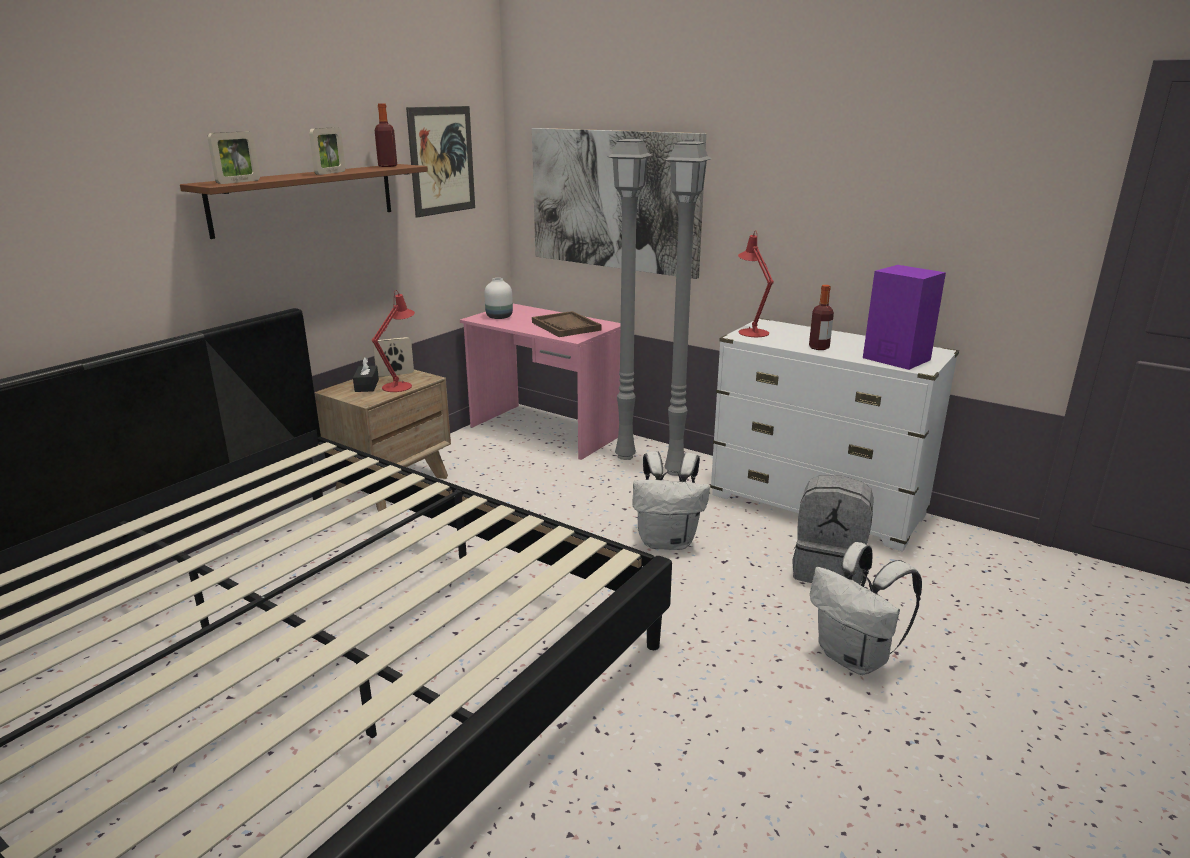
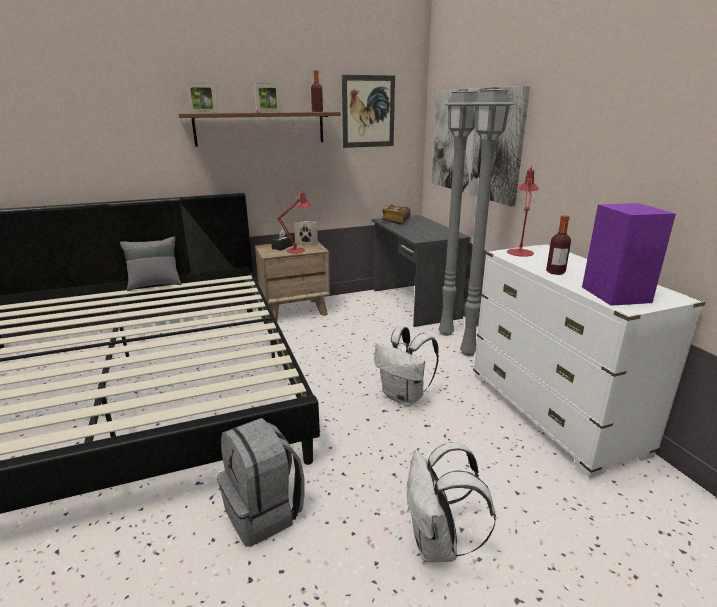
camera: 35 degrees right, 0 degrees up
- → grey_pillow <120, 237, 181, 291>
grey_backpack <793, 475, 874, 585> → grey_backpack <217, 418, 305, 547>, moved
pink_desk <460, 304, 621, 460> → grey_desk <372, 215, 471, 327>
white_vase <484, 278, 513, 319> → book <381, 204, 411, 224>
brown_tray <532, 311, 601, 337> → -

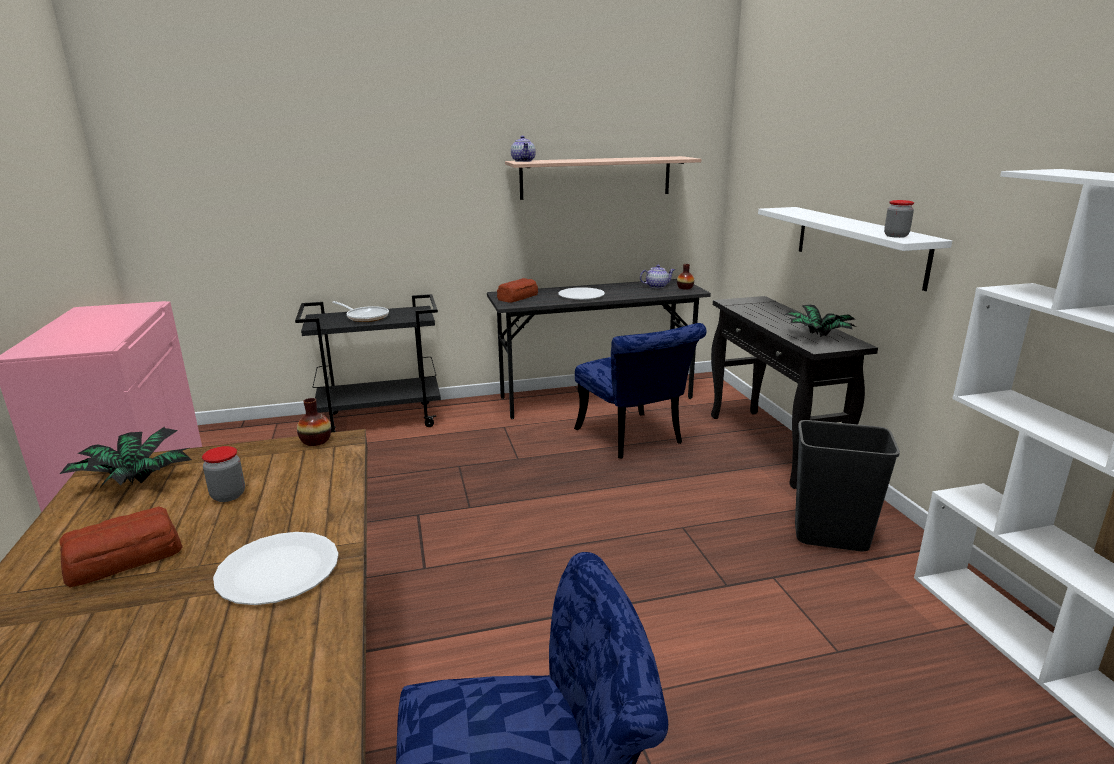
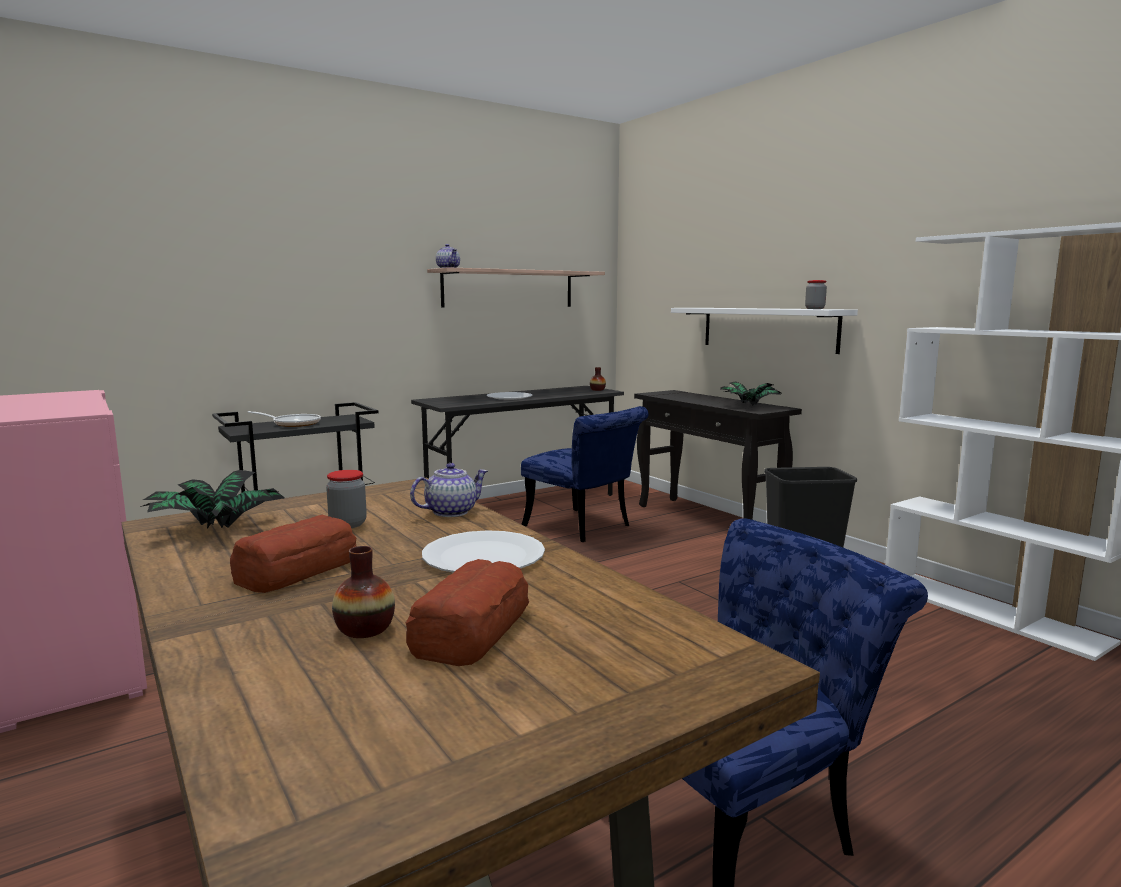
camera: 20 degrees left, 10 degrees down
vase <297, 398, 331, 446> → vase <332, 546, 395, 638>, moved
bread <497, 278, 538, 302> → bread <406, 559, 529, 666>, moved
teapot <640, 265, 675, 288> → teapot <410, 463, 488, 517>, moved

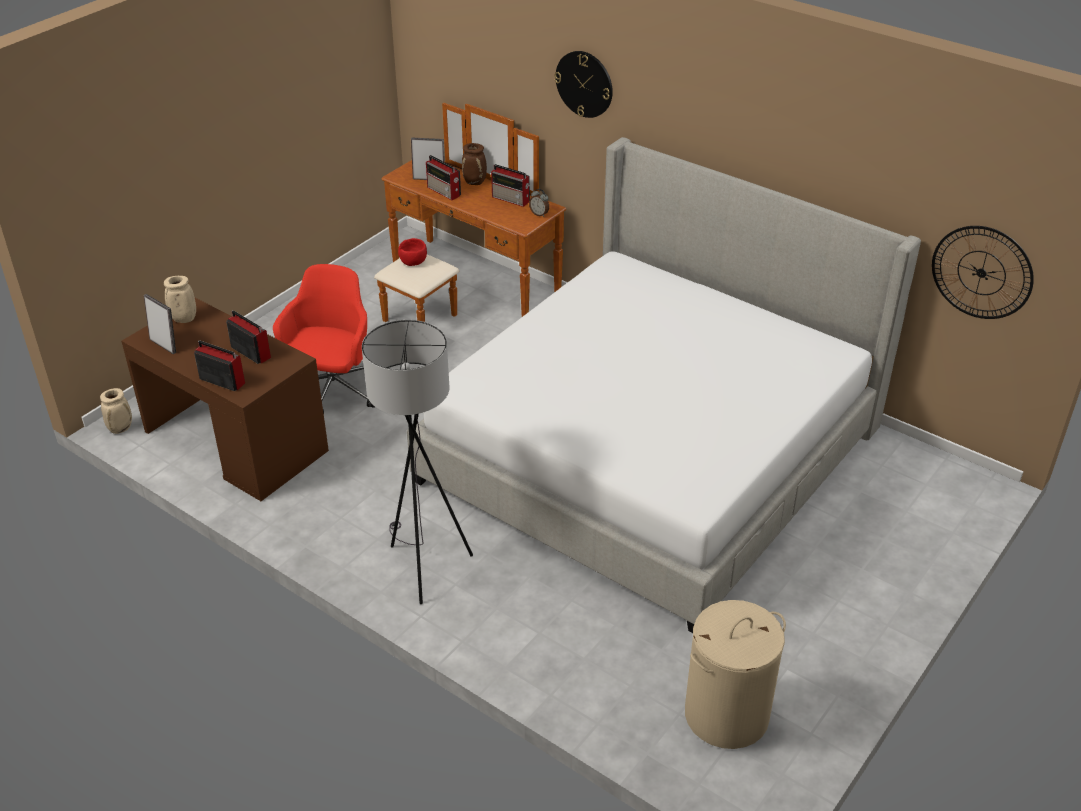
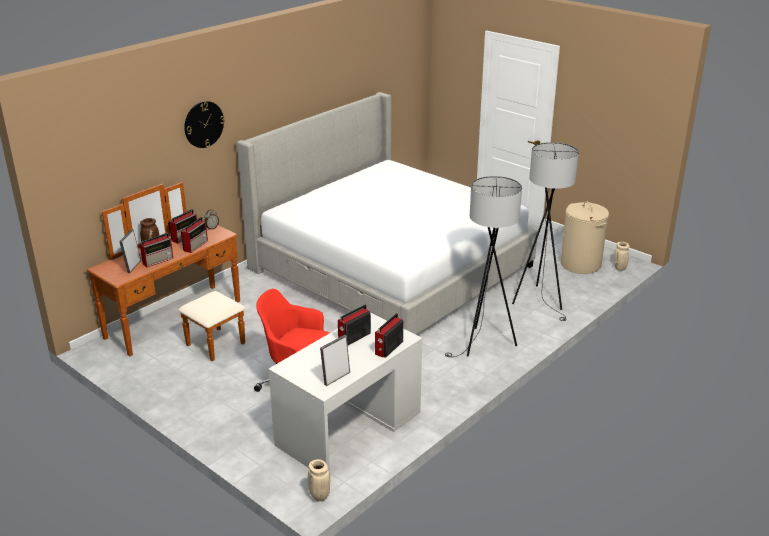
camera: 85 degrees left, 10 degrees down
- → radio <181, 217, 208, 253>
brown_desk <121, 298, 329, 501> → white_desk <268, 313, 422, 473>
- → grey_floor_lamp <512, 142, 579, 321>
beige_vase <164, 276, 196, 323> → beige_vase <614, 242, 630, 271>, moved
red_bowl <398, 238, 427, 266> → -
wall_clock <932, 226, 1034, 319> → -

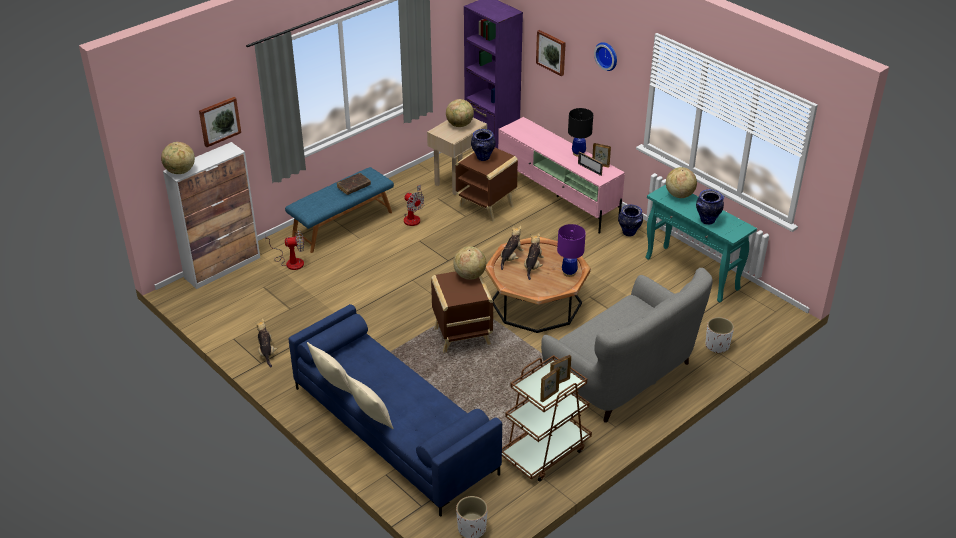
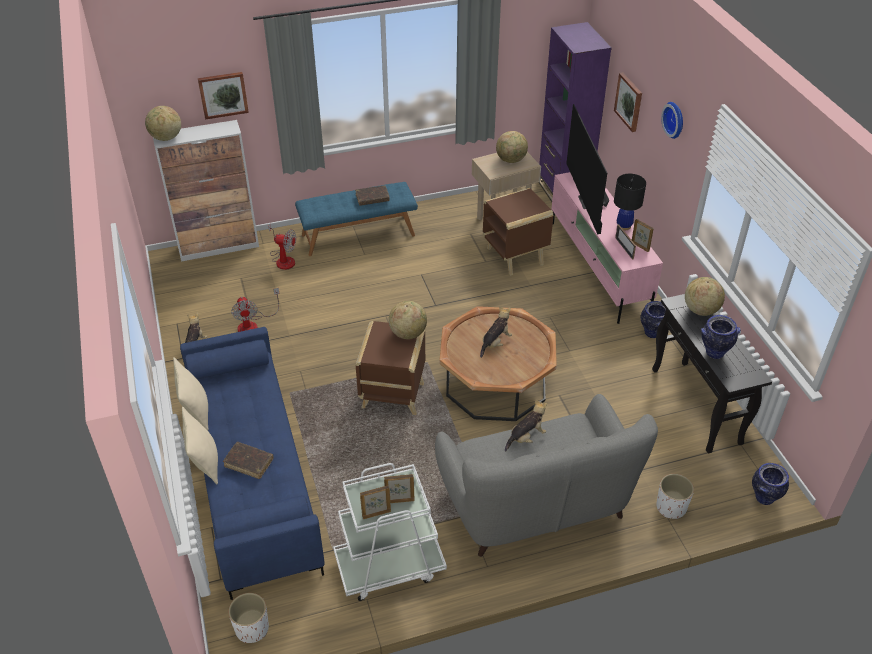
camera: 25 degrees right, 5 degrees up
- → brown_book <223, 442, 274, 479>
fan <404, 184, 424, 226> → fan <231, 288, 279, 332>, moved
brown_cart <502, 355, 592, 482> → white_cart <333, 463, 447, 601>
plush_toy <501, 226, 524, 270> → plush_toy <505, 399, 548, 452>, moved
- → television <566, 104, 609, 235>
turquoise_console_table <645, 185, 757, 302> → black_console_table <652, 294, 772, 454>
vase <471, 129, 496, 161> → vase <752, 463, 789, 505>, moved
purple_table_lamp <557, 224, 586, 277> → -

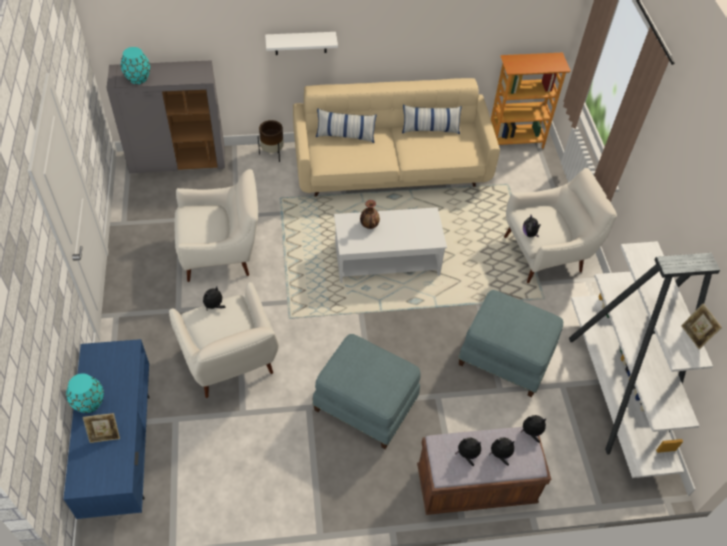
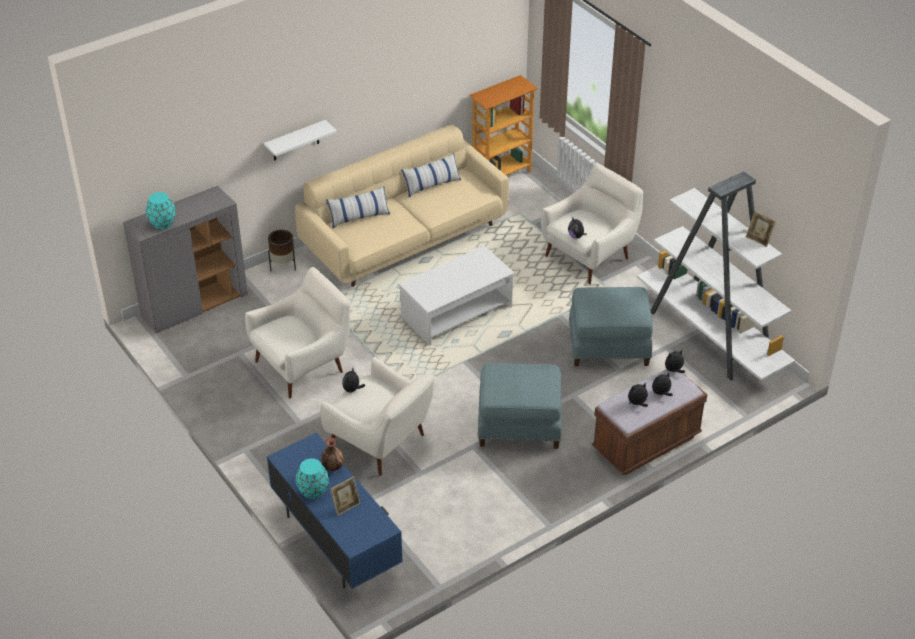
camera: 25 degrees left, 10 degrees down
vase <360, 200, 380, 229> → vase <321, 438, 344, 471>, moved

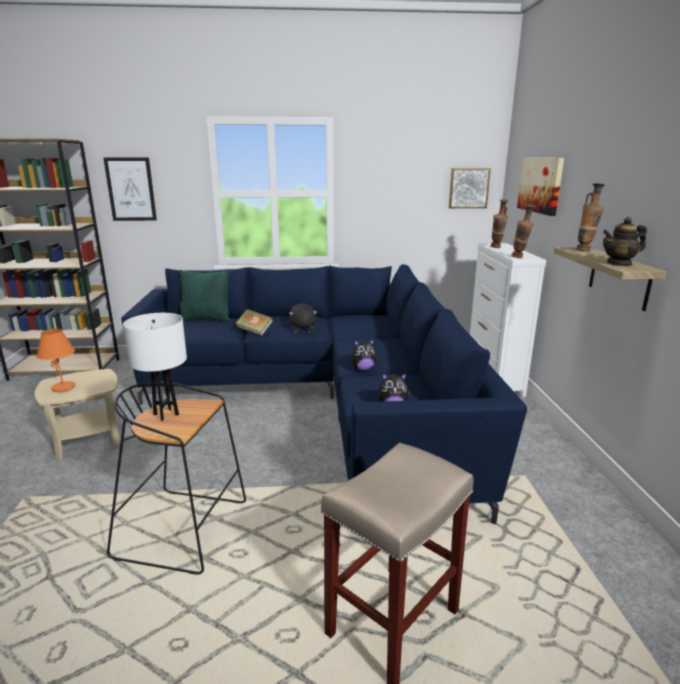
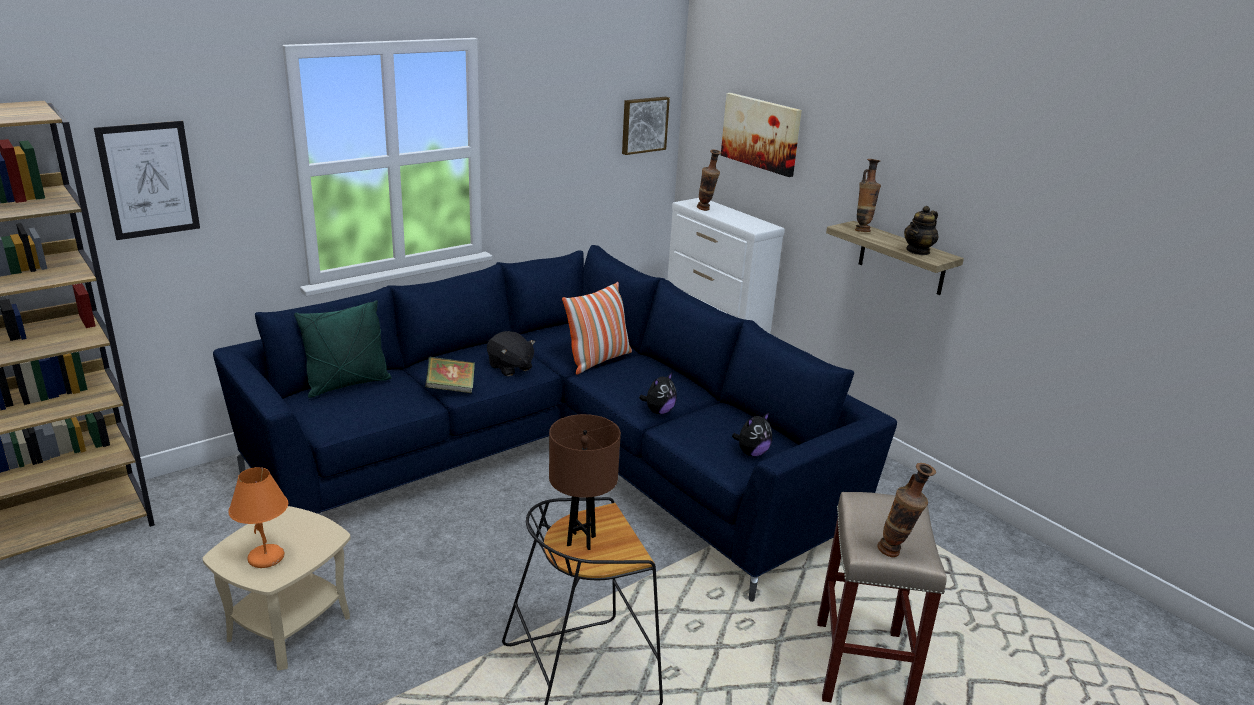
camera: 35 degrees left, 5 degrees up
white_table_lamp <123, 313, 187, 421> → brown_table_lamp <549, 414, 621, 550>
- → pillow <562, 282, 632, 374>
vase <512, 204, 536, 258> → vase <878, 463, 936, 557>, moved

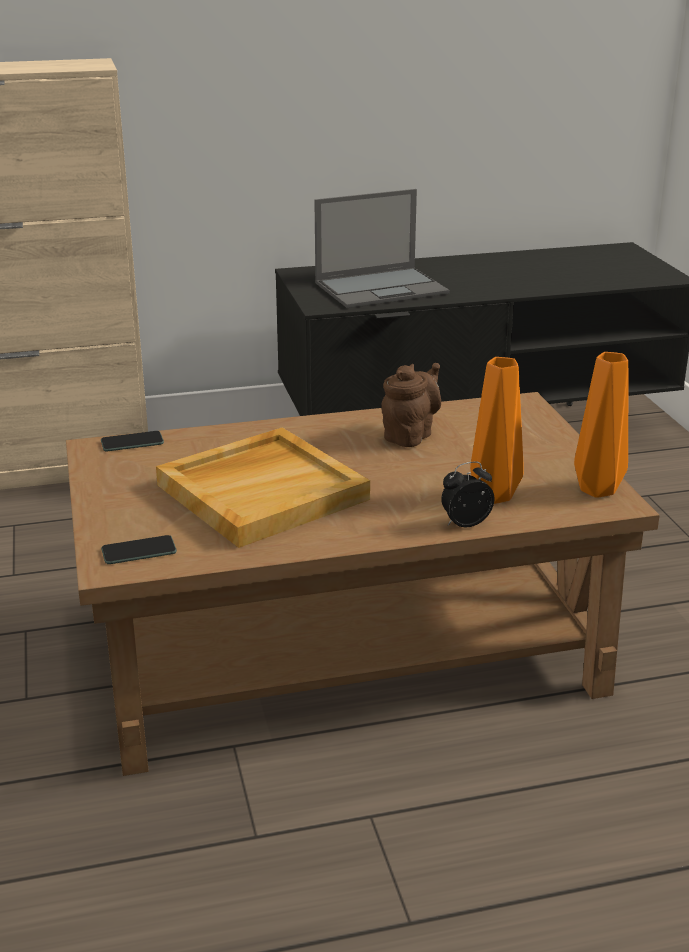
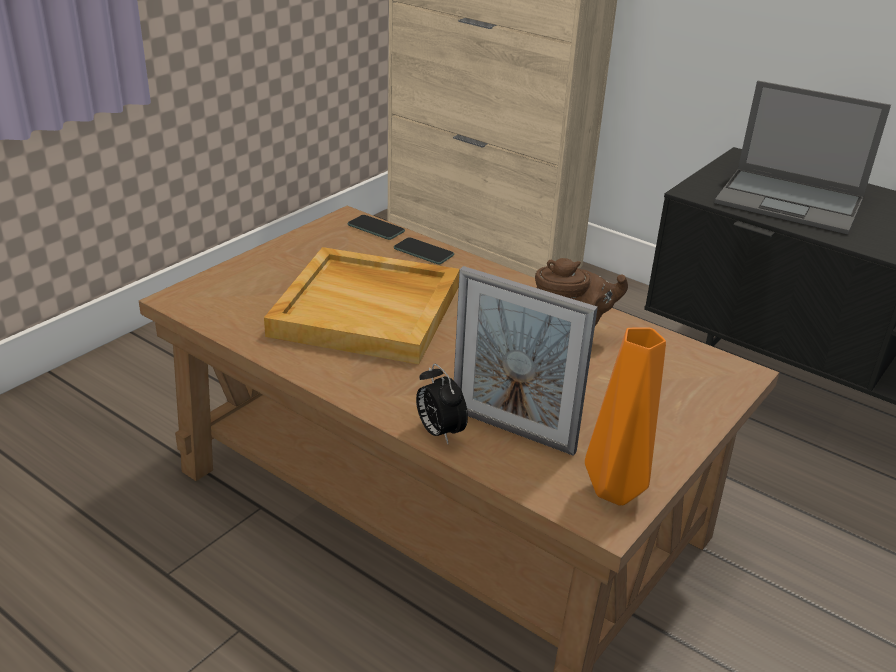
camera: 50 degrees right, 5 degrees up
phone <101, 535, 177, 564> → phone <394, 237, 454, 264>, moved
alarm_clock <441, 461, 494, 527> → alarm_clock <416, 364, 468, 444>, 150 degrees counterclockwise
orange_vase <470, 357, 524, 504> → picture_frame <454, 266, 598, 456>

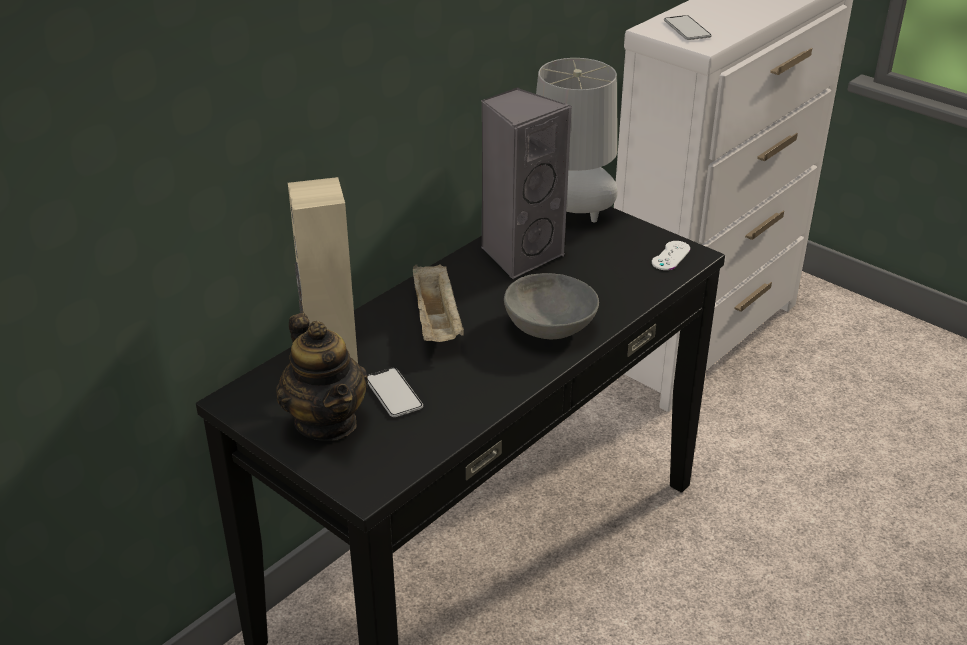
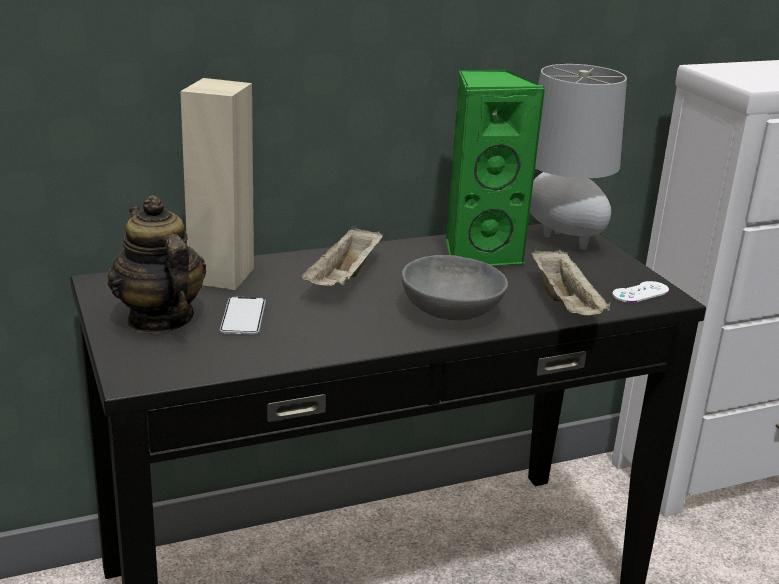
camera: 25 degrees right, 10 degrees down
teapot <276, 313, 368, 441> → teapot <107, 195, 206, 333>, 150 degrees clockwise
grey_speaker <481, 87, 572, 280> → green_speaker <446, 69, 546, 266>
- → beige_tray <531, 248, 611, 315>
phone <664, 15, 712, 40> → -

